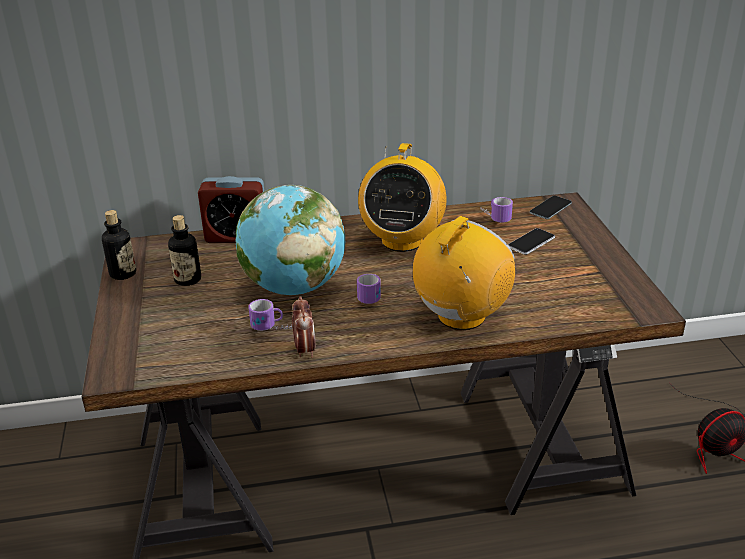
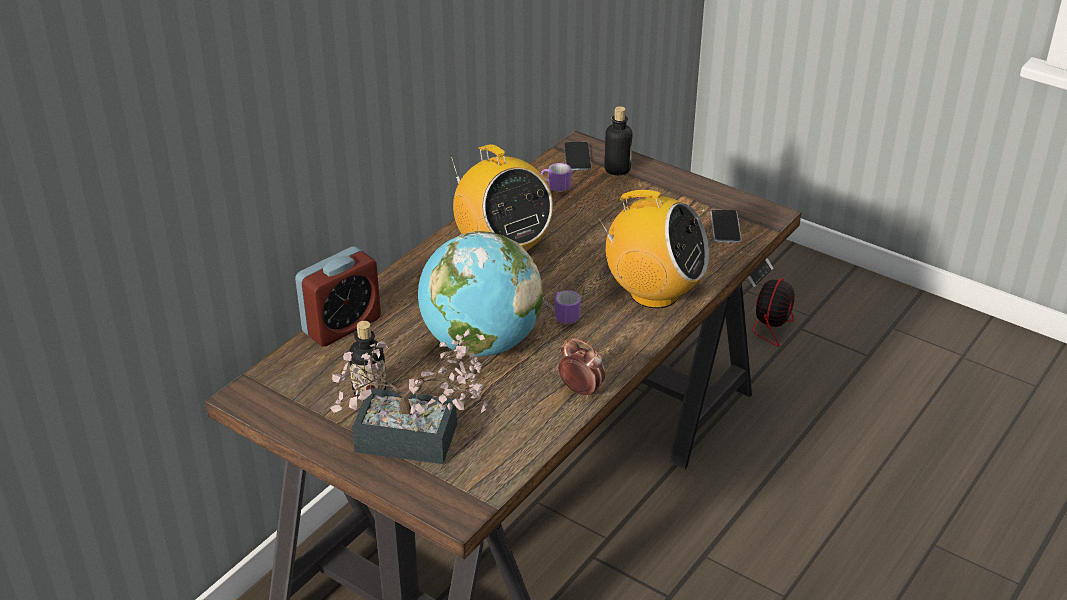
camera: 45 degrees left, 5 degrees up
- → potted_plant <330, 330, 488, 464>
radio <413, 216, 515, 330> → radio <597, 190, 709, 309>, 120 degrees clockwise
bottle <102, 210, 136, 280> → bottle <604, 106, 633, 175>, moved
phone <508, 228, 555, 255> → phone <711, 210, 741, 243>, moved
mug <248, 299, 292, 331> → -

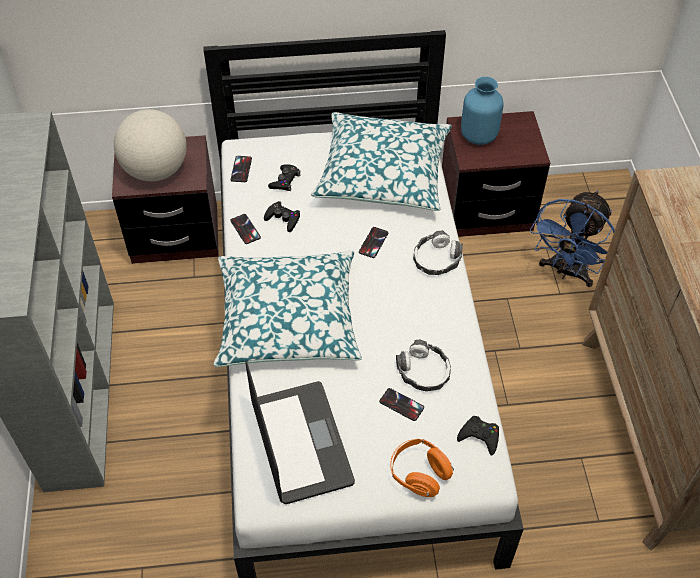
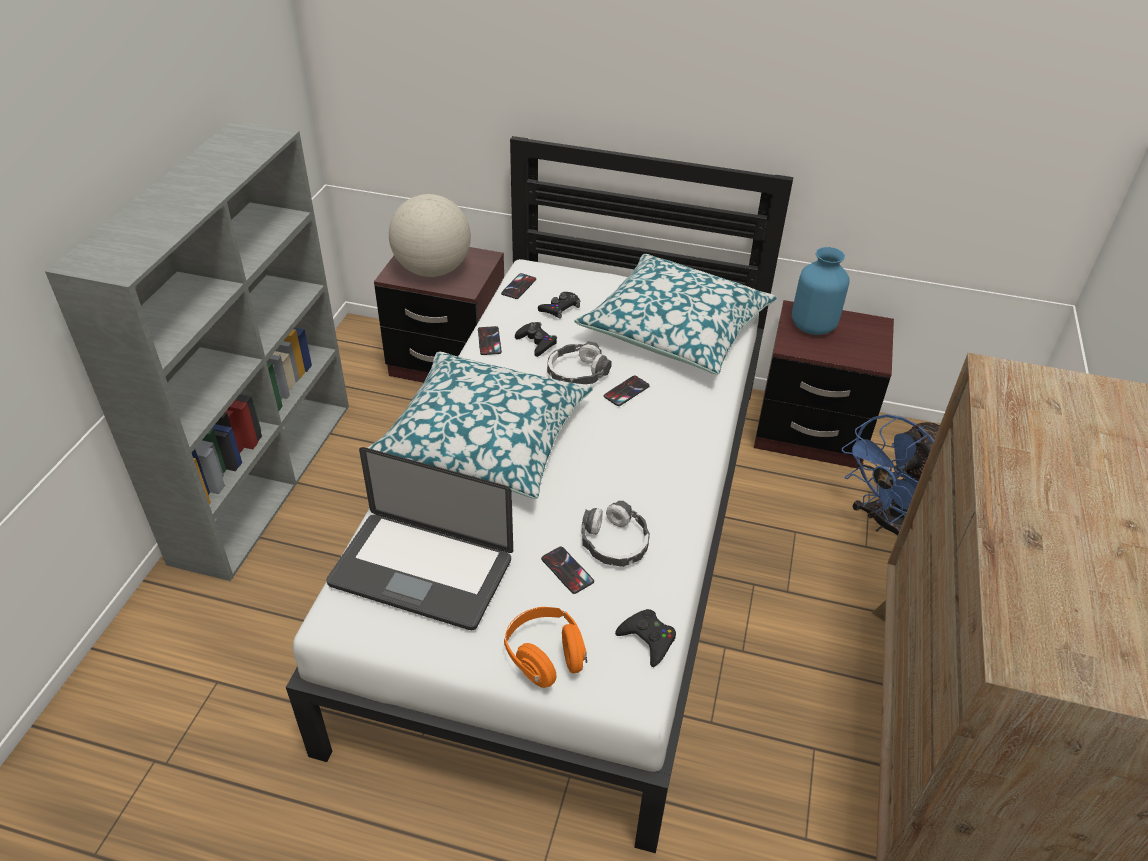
camera: 20 degrees right, 10 degrees down
laptop <245, 360, 355, 504> → laptop <326, 447, 513, 630>, 105 degrees clockwise
headphones <413, 230, 463, 275> → headphones <547, 341, 611, 384>, moved

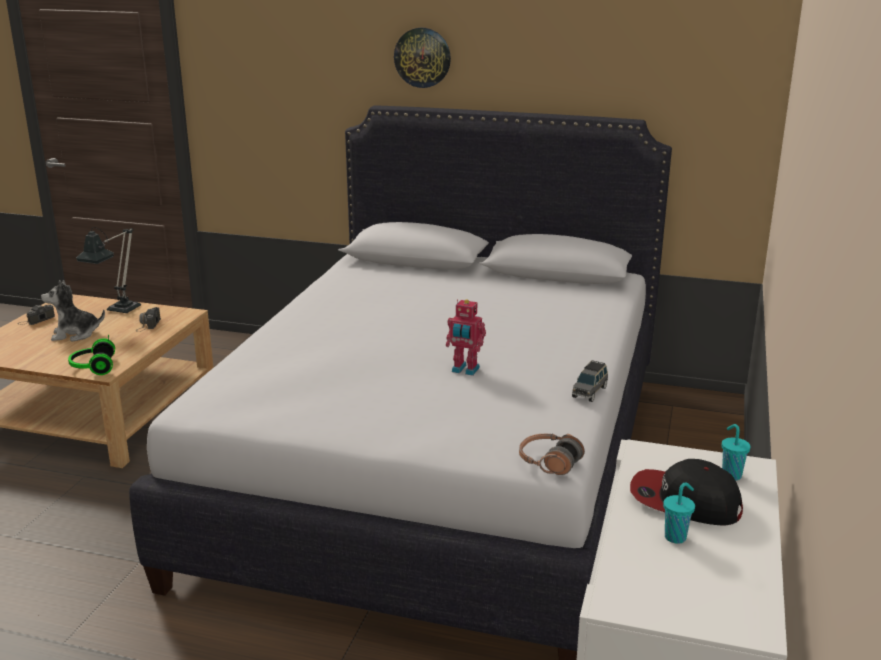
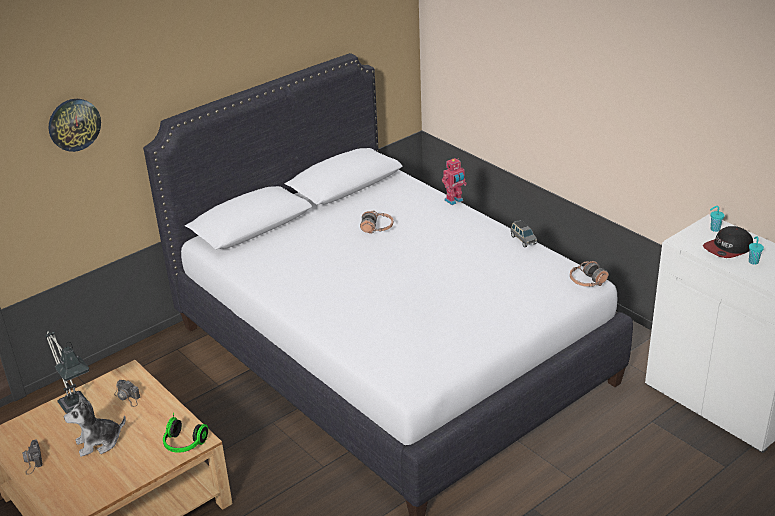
camera: 55 degrees left, 10 degrees up
wall_clock <394, 28, 451, 88> → wall_clock <48, 99, 101, 152>, moved
plush_toy <41, 280, 105, 342> → plush_toy <64, 395, 126, 457>, 45 degrees clockwise
- → headphones <360, 211, 393, 234>
toy_robot <446, 299, 486, 376> → toy_robot <442, 158, 467, 205>, moved

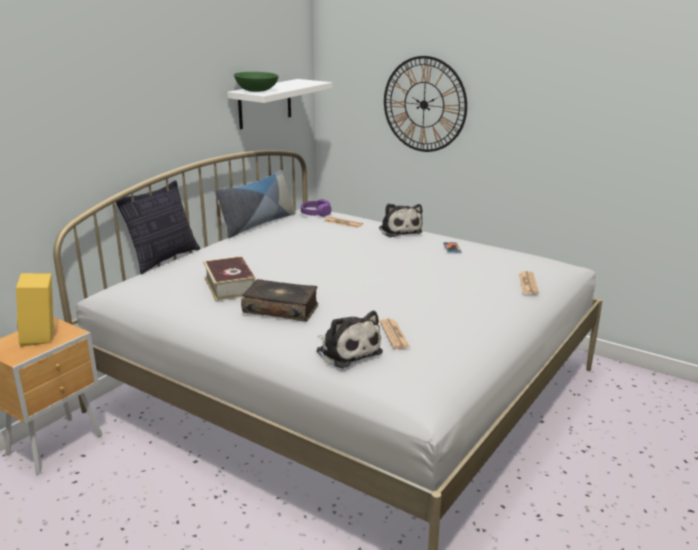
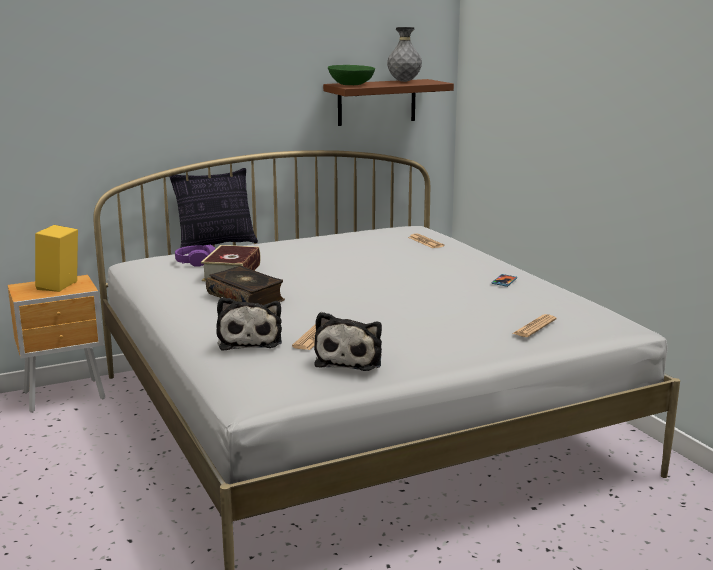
camera: 30 degrees right, 5 degrees down
purple_headphones <301, 199, 331, 217> → purple_headphones <175, 245, 215, 267>, moved
plush_toy <379, 203, 423, 237> → plush_toy <314, 312, 382, 371>, moved
white_shelf <227, 79, 332, 129> → brown_shelf <323, 79, 454, 126>
- → grey_vase <387, 27, 422, 82>
pillow <215, 170, 296, 238> → -
wall_clock <384, 56, 467, 152> → -

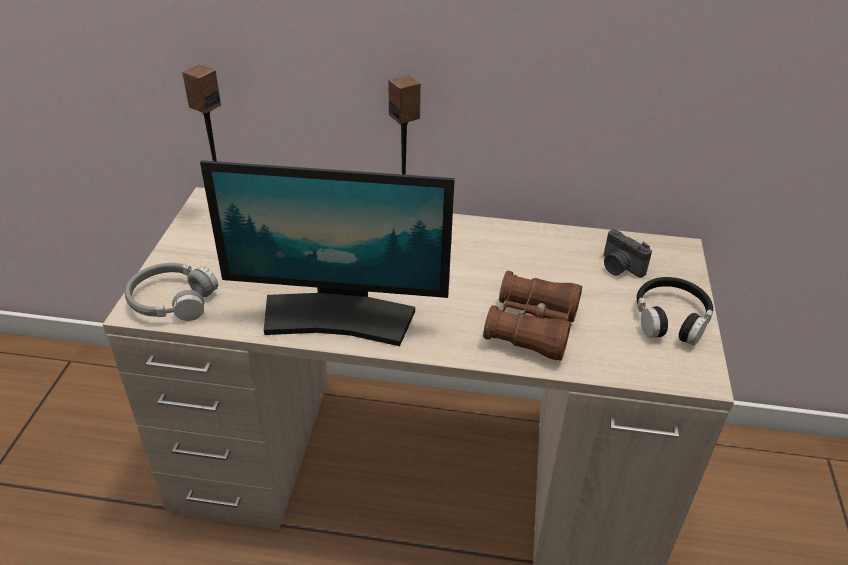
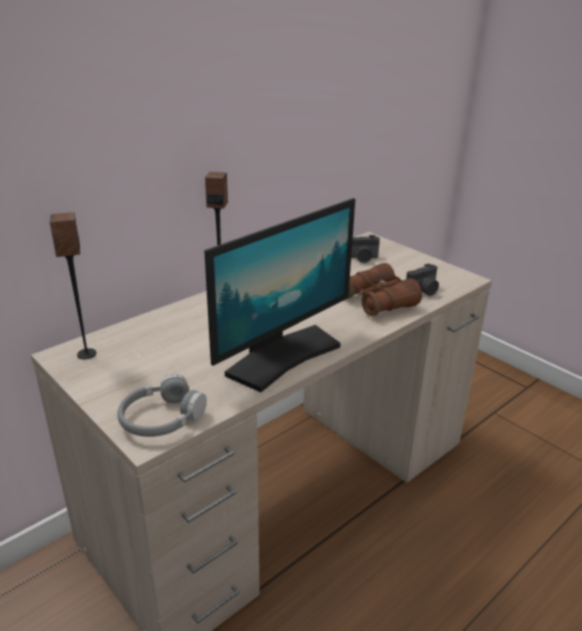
camera: 50 degrees left, 10 degrees down
- → photo_camera <406, 263, 439, 296>
black_headphones <636, 277, 713, 346> → -

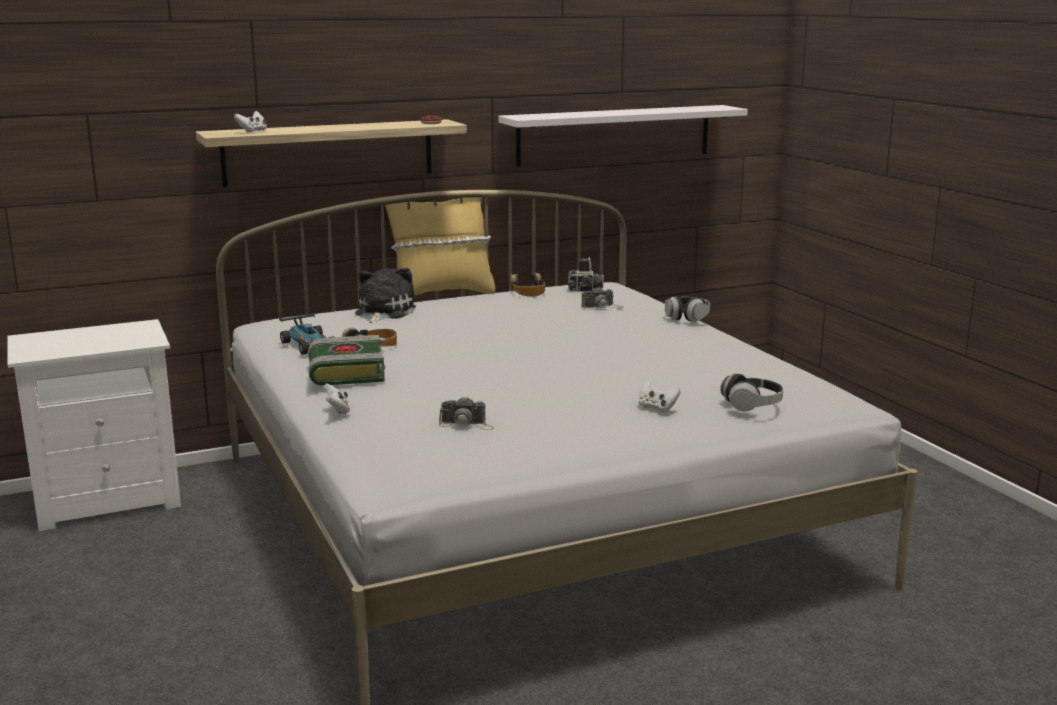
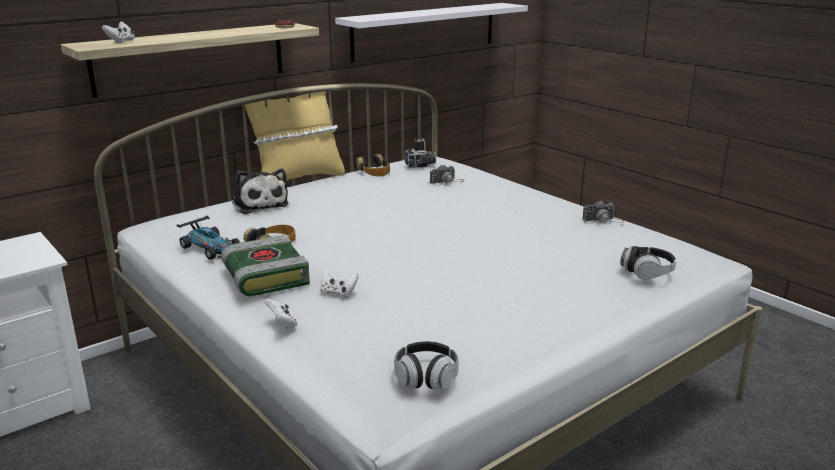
camera: 15 degrees left, 5 degrees up
plush_toy <355, 268, 416, 324> → plush_toy <232, 169, 289, 214>, 150 degrees clockwise
white_game_controller <639, 381, 681, 412> → white_game_controller <321, 268, 359, 298>, moved
headphones <665, 296, 710, 322> → headphones <394, 341, 459, 390>, moved
photo_camera <439, 396, 494, 430> → photo_camera <582, 201, 624, 224>, moved

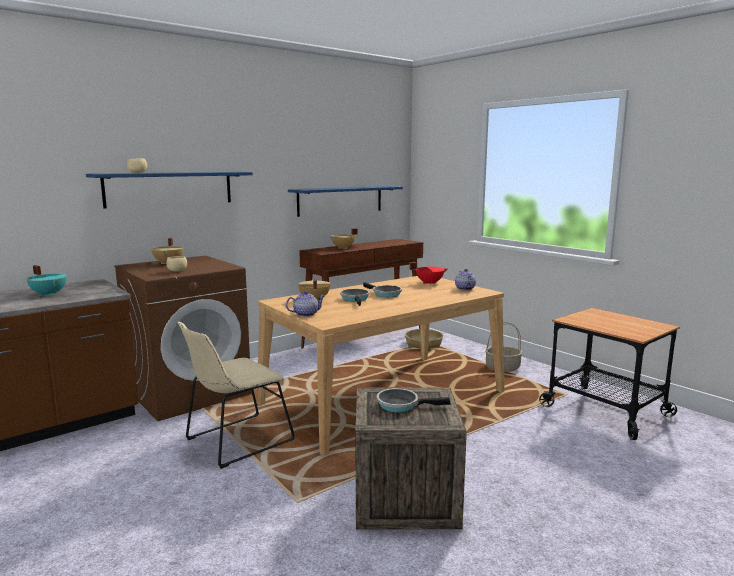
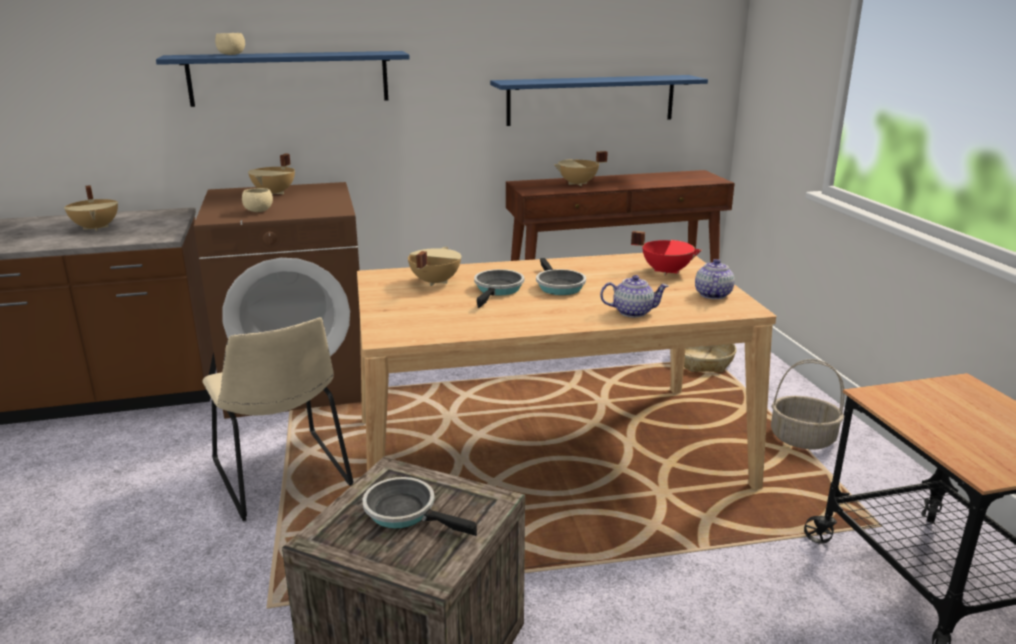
camera: 25 degrees right, 10 degrees up
turquoise_cooking_pot <26, 265, 67, 296> → beige_cooking_pot <64, 185, 118, 231>
beige_chair <178, 321, 295, 469> → beige_chair <202, 317, 354, 521>, 105 degrees counterclockwise
teapot <286, 291, 325, 317> → teapot <600, 275, 669, 318>, moved

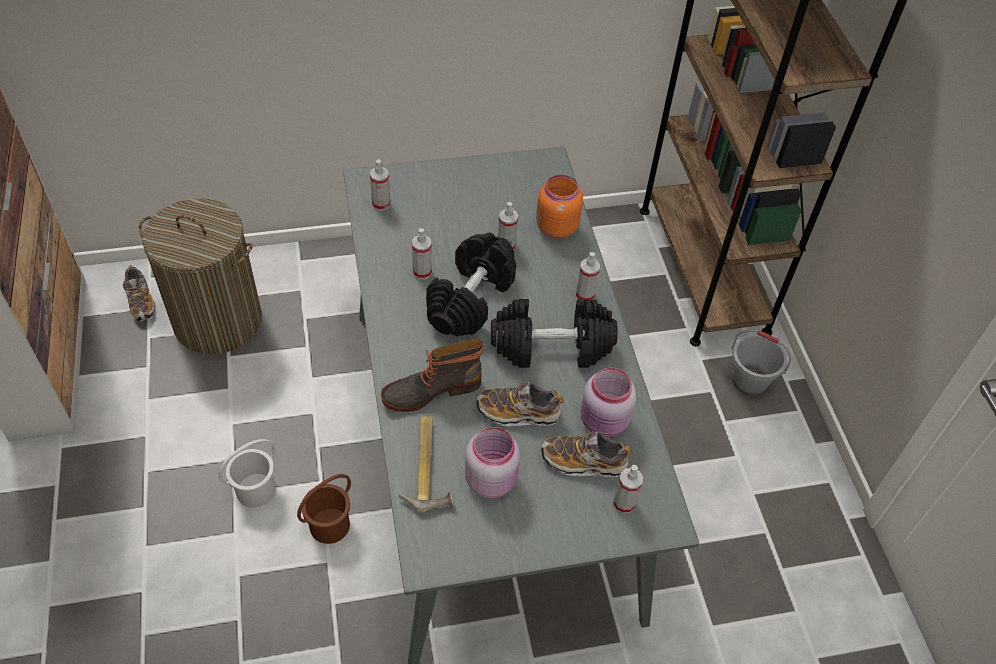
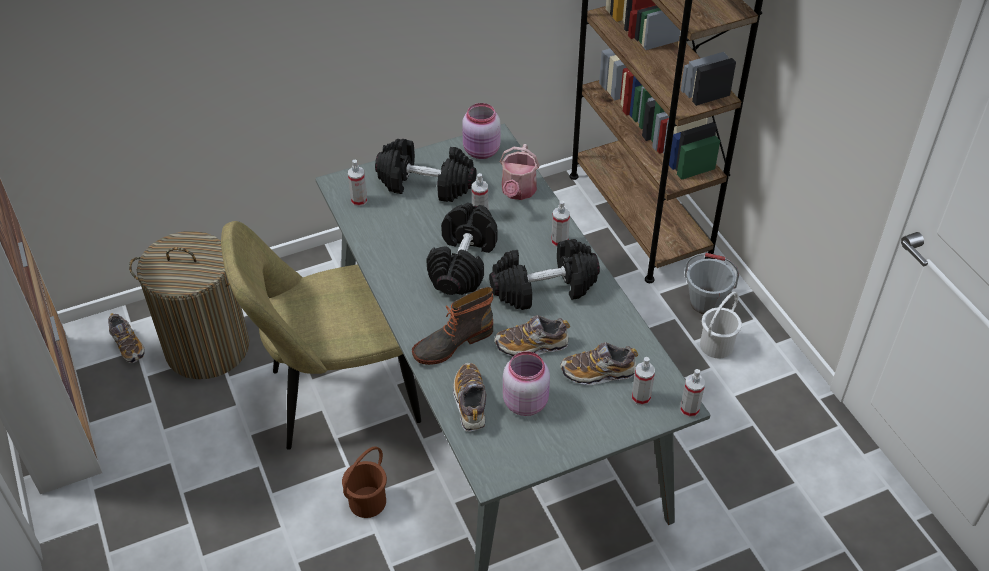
camera: 10 degrees left, 5 degrees down
- → beige_chair <221, 221, 421, 450>
- → black_dumbbell <375, 139, 477, 202>
hammer <399, 416, 454, 512> → shoe <453, 363, 487, 432>
pink_jar <580, 368, 636, 437> → pink_jar <462, 103, 500, 159>, moved
orange_jar <536, 174, 583, 239> → watering_can <500, 144, 540, 200>
spray_bottle <412, 228, 432, 279> → spray_bottle <680, 369, 705, 417>, moved
white_bucket <219, 439, 276, 508> → white_bucket <700, 292, 742, 358>, moved

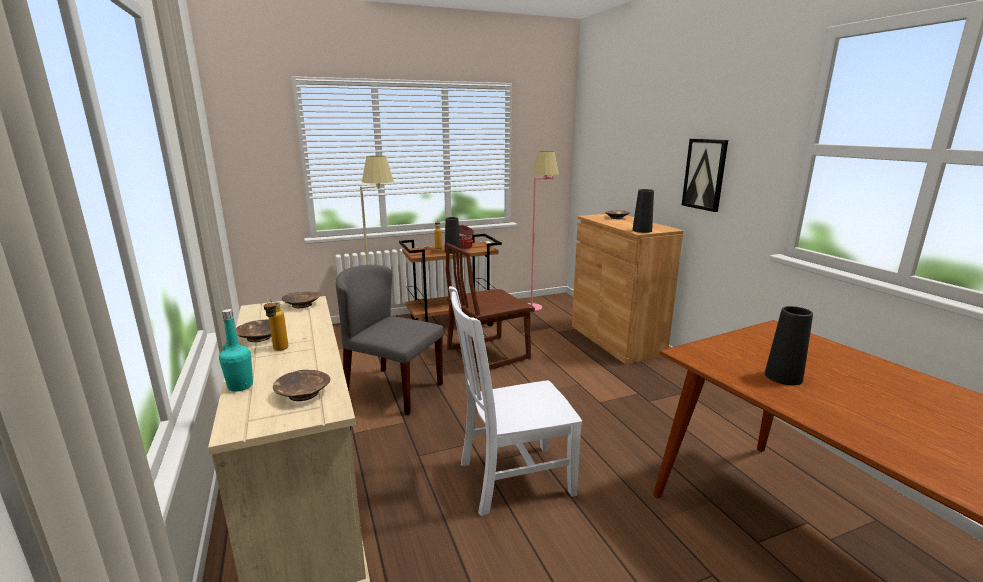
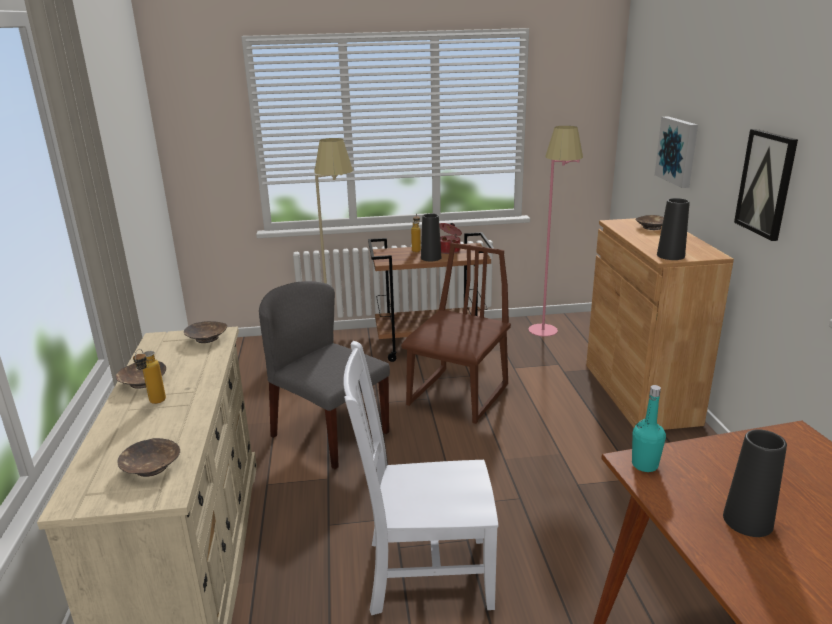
camera: 15 degrees right, 5 degrees up
brown_chair <446, 243, 535, 372> → brown_chair <401, 243, 511, 424>, 135 degrees clockwise
turquoise_bottle <219, 309, 253, 392> → turquoise_bottle <632, 385, 666, 472>, moved
- → picture <655, 116, 698, 188>

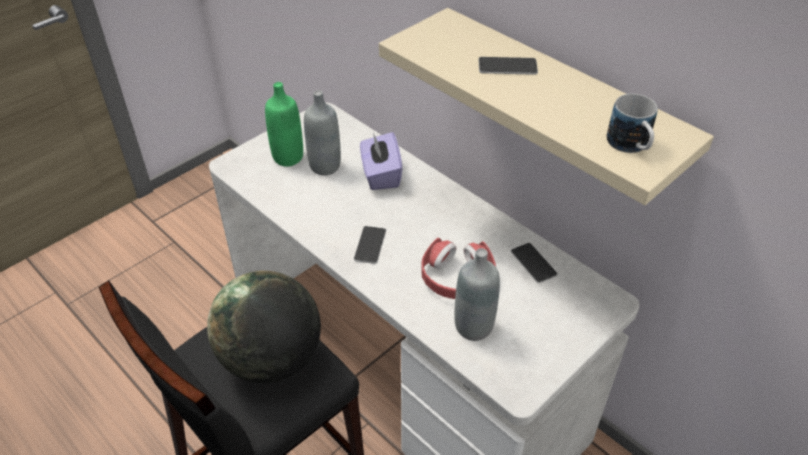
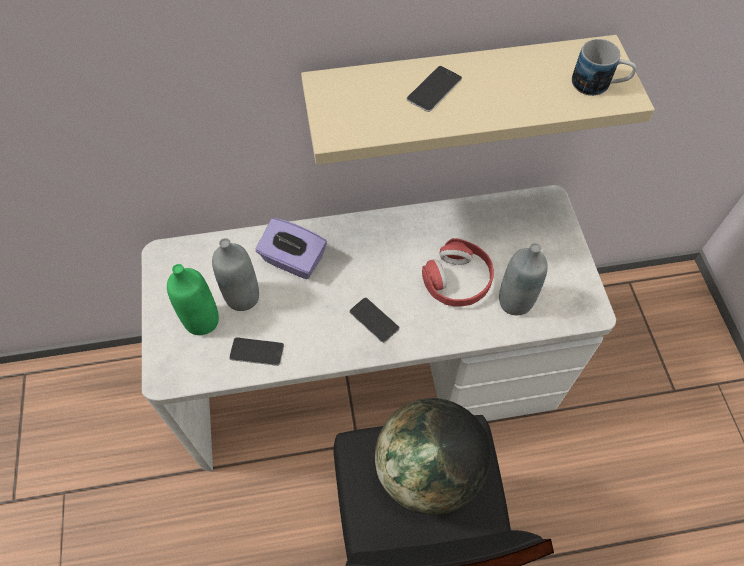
camera: 55 degrees left, 15 degrees up
phone <511, 243, 558, 283> → phone <229, 337, 284, 366>, moved

